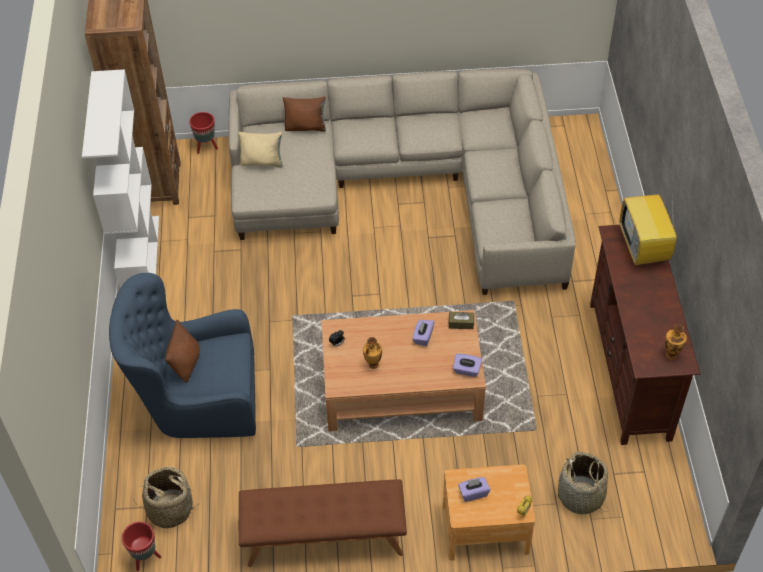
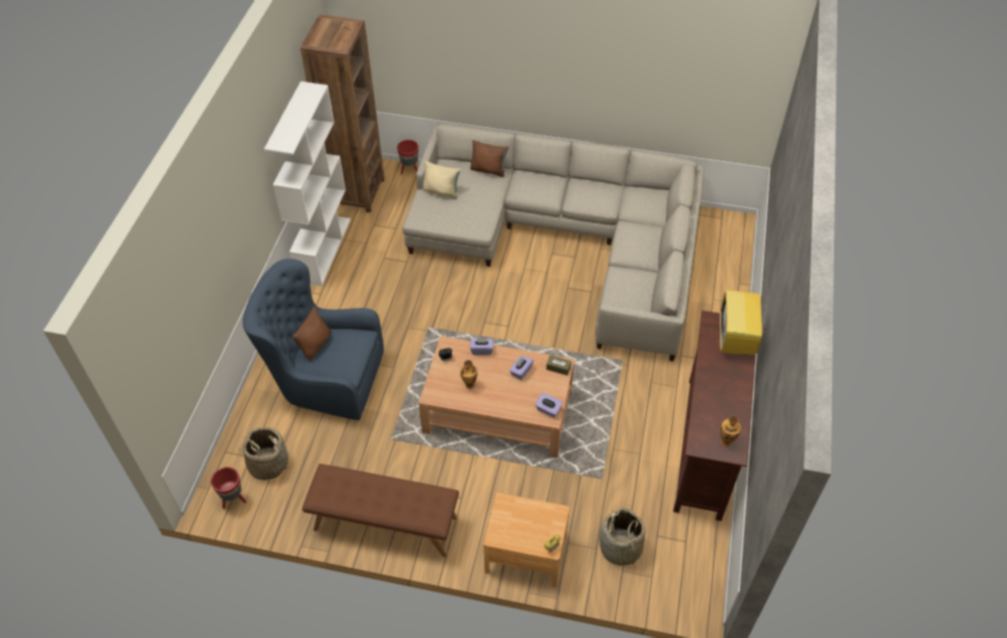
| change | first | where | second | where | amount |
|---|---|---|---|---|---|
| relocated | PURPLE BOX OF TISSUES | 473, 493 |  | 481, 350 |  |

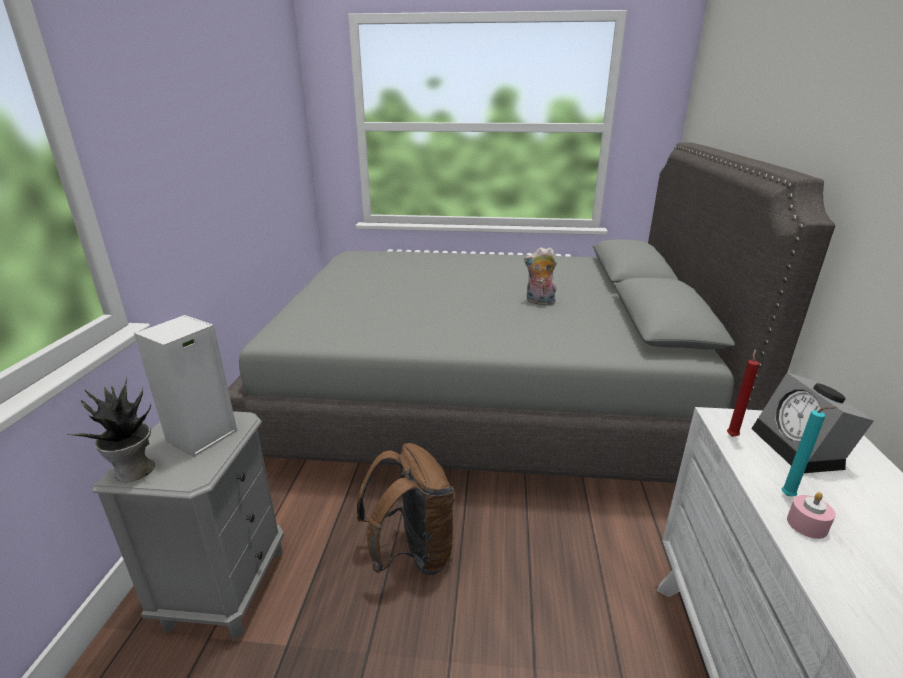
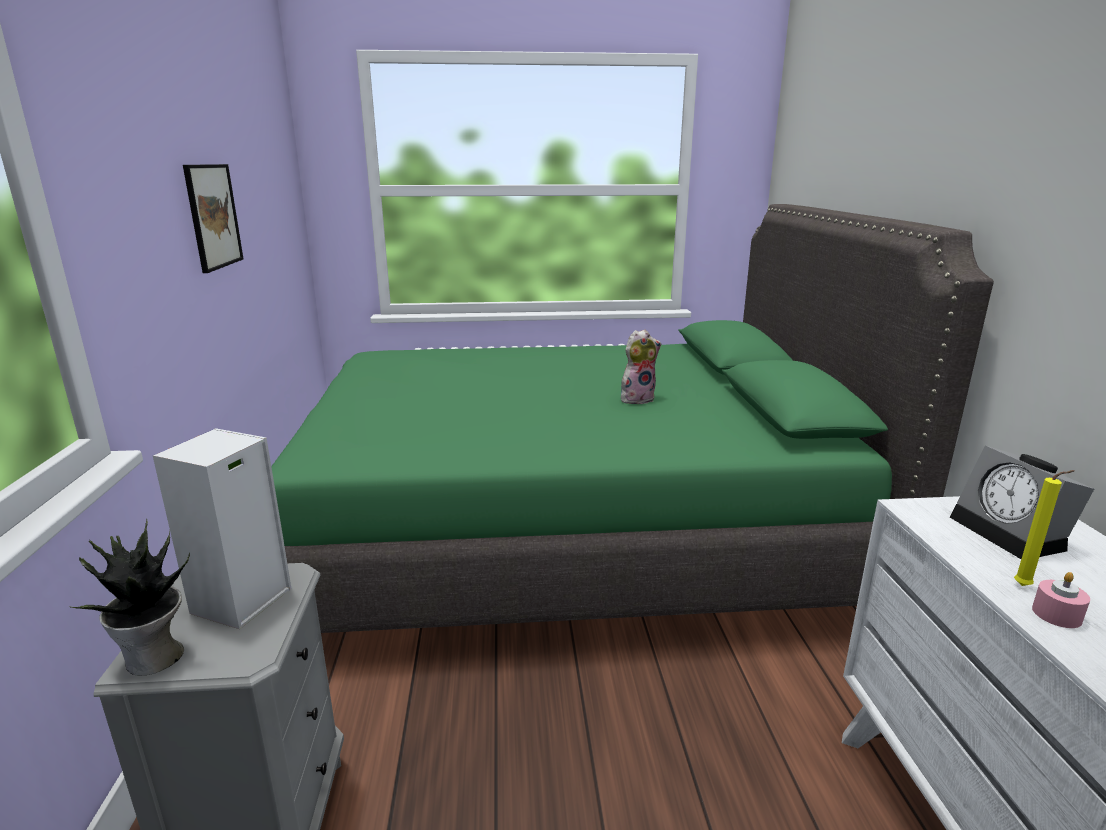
| change | first | where | second | where | amount |
|---|---|---|---|---|---|
| colour | GREYISH BEDROOM BED | 486, 400 | GREEN-COLOURED BEDROOM BED | 570, 533 |  |
| missing | BROWNISH RUCKSACK | 412, 554 |  |  |  |
| spun | CUDDLY TOY | 539, 302 |  | 637, 398 | 150 degrees clockwise |
| missing | RED-COLOURED CANDLE | 732, 435 |  |  |  |
| colour | TURQUOISE-COLOURED CANDLE | 790, 497 | YELLOW CANDLE | 1025, 586 |  |
| appeared |  |  | WALL PICTURE | 213, 216 |  |

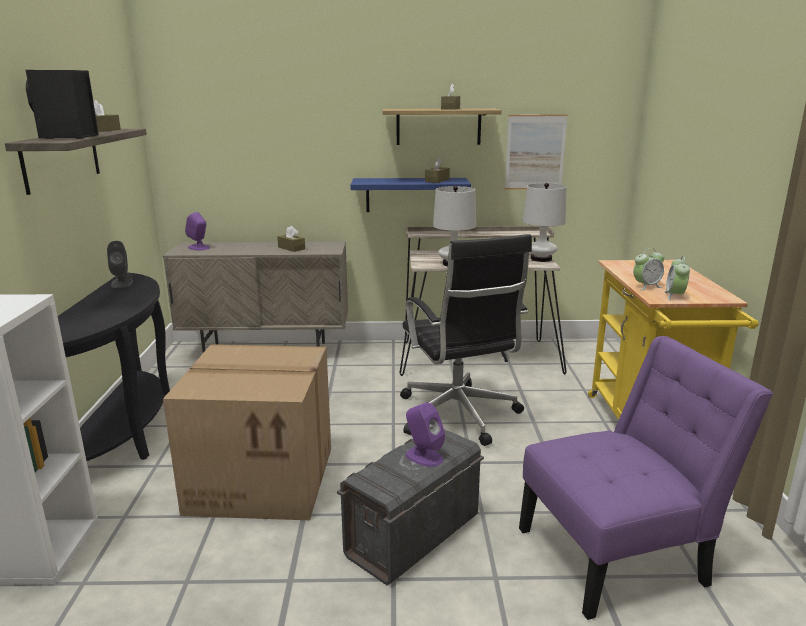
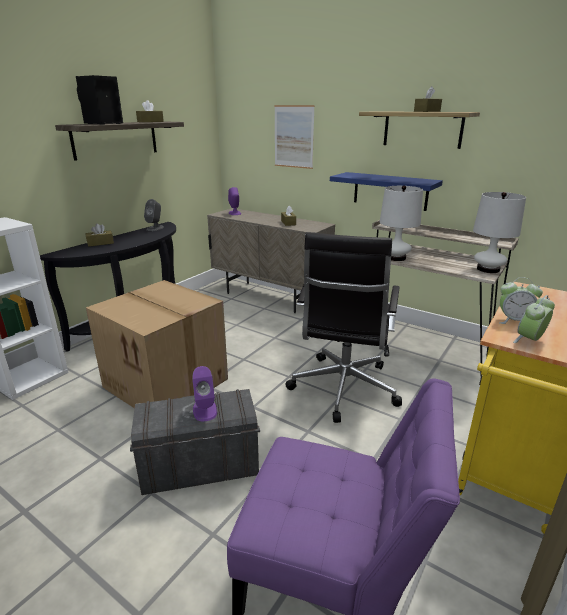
| change | first | where | second | where | amount |
|---|---|---|---|---|---|
| relocated | BROWNISH BOX OF TISSUES | 437, 180 |  | 100, 243 |  |
| relocated | WALL PICTURE | 535, 152 |  | 293, 137 |  |

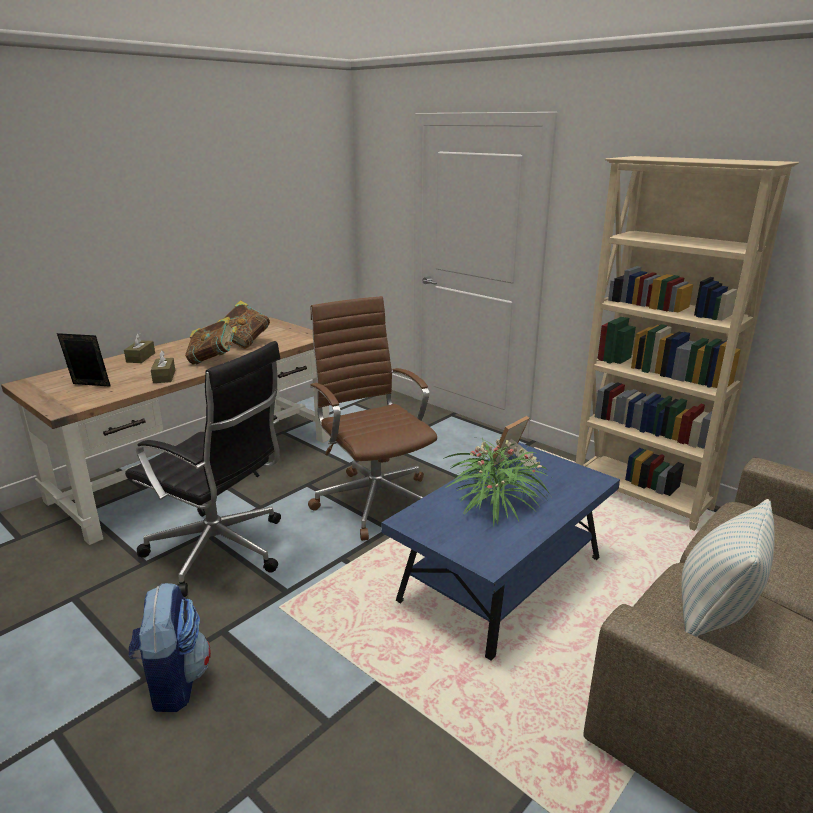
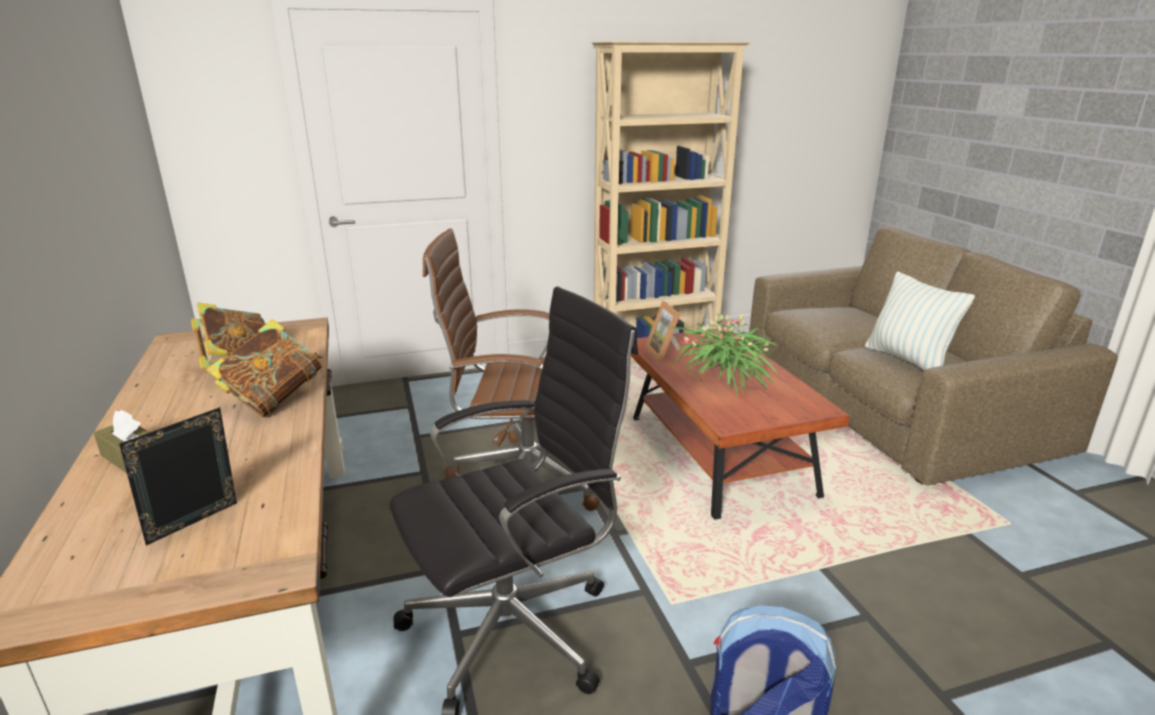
| change | first | where | second | where | amount |
|---|---|---|---|---|---|
| missing | BROWNISH BOX OF TISSUES | 164, 377 |  |  |  |
| colour | BLUISH LOUNGE TABLE | 501, 579 | BROWNISH LOUNGE TABLE | 717, 456 |  |

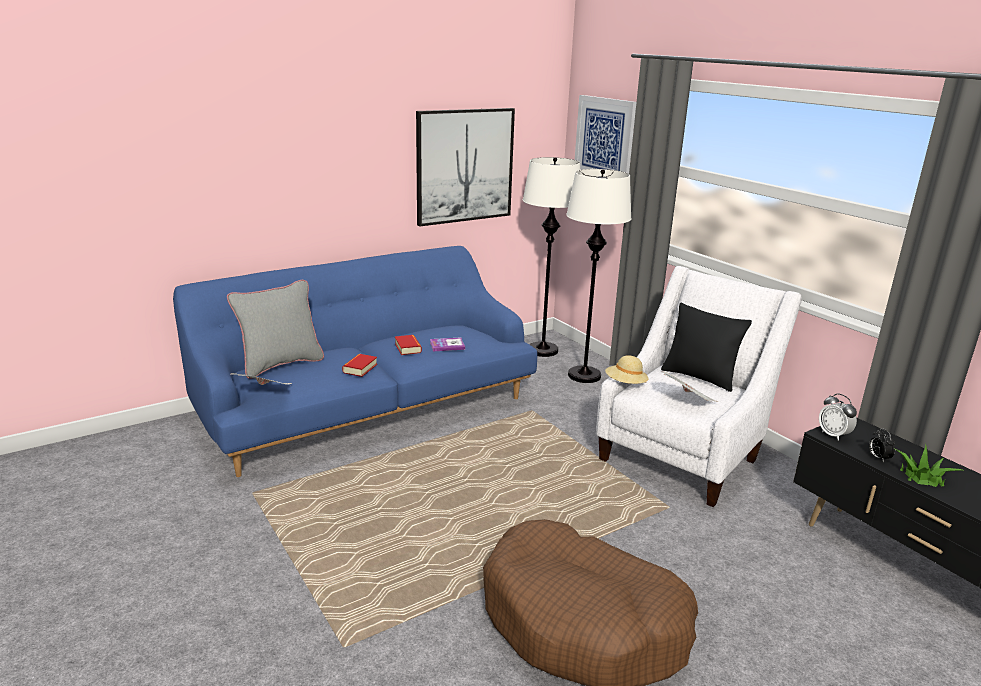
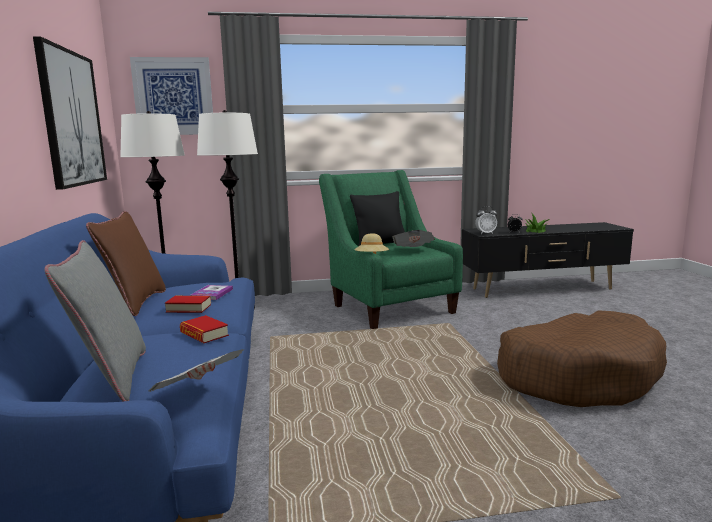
| change | first | where | second | where | amount |
|---|---|---|---|---|---|
| colour | WHITE-COLOURED EASY CHAIR | 683, 455 | GREEN-COLOURED EASY CHAIR | 389, 306 |  |
| appeared |  |  | BROWNISH PILLOW | 135, 303 |  |

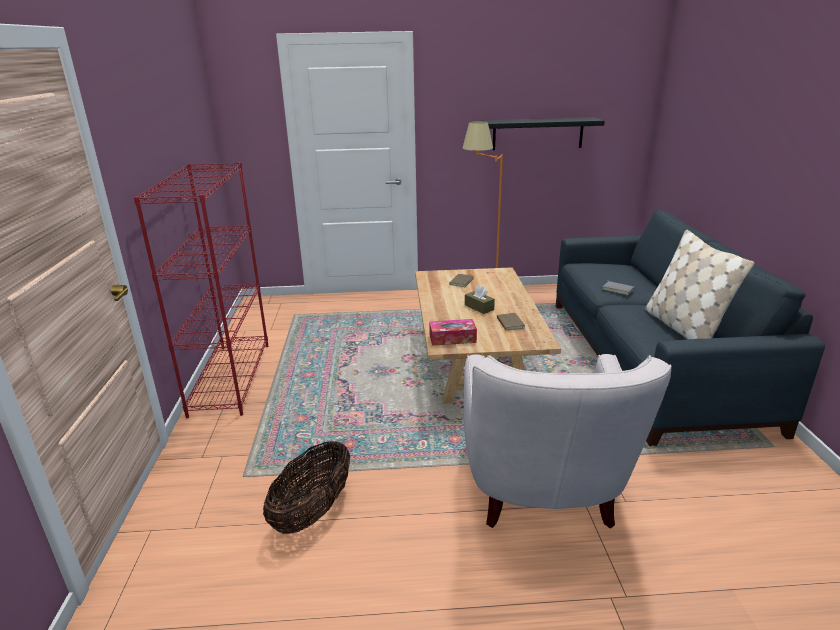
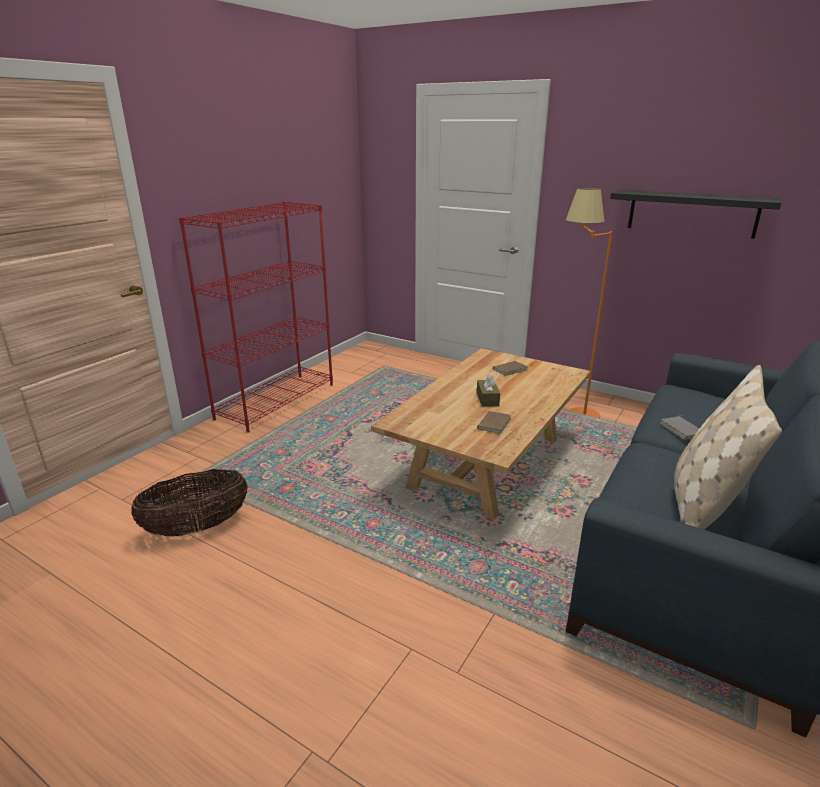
| change | first | where | second | where | amount |
|---|---|---|---|---|---|
| missing | BOX OF TISSUES | 452, 338 |  |  |  |
| missing | WHITE-COLOURED EASY CHAIR | 542, 491 |  |  |  |

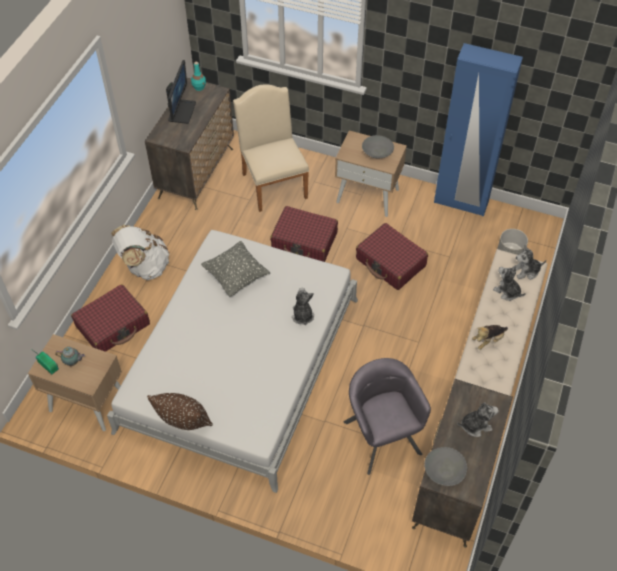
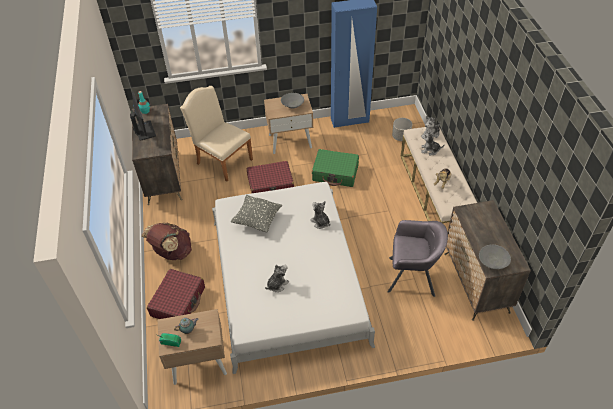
| change | first | where | second | where | amount |
|---|---|---|---|---|---|
| colour | WHITE-COLOURED RUCKSACK | 144, 267 | BROWNISH RUCKSACK | 172, 252 |  |
| missing | BROWNISH PILLOW | 183, 422 |  |  |  |
| spun | GREYISH EASY CHAIR | 382, 437 |  | 412, 276 | 150 degrees clockwise |
| colour | RED-COLOURED TRAVEL CASE | 390, 263 | GREEN-COLOURED TRAVEL CASE | 335, 173 |  |
| relocated | CUDDLY TOY | 475, 425 |  | 277, 284 |  |

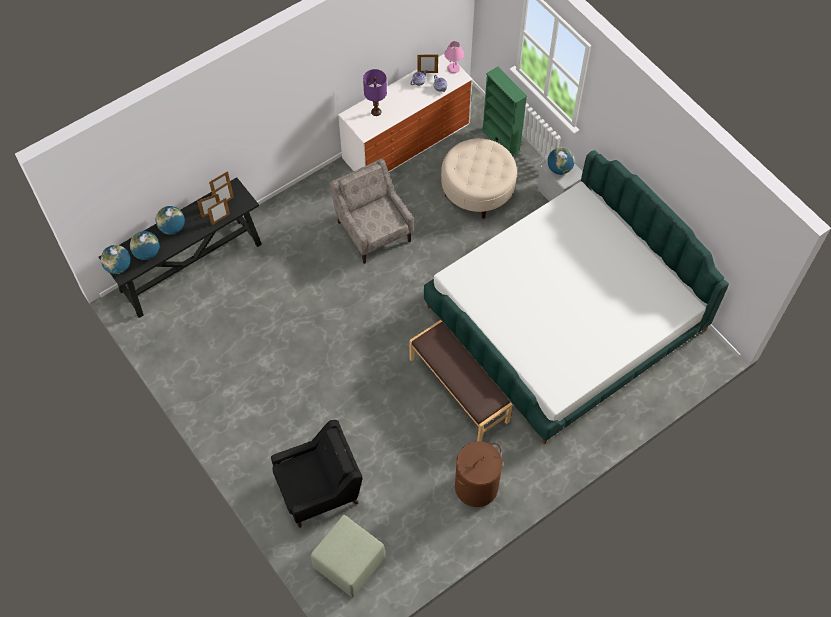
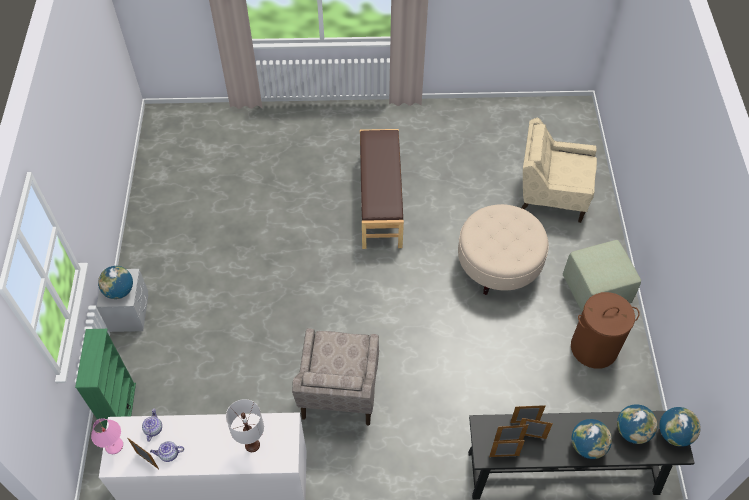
| change | first | where | second | where | amount |
|---|---|---|---|---|---|
| colour | BLACKISH EASY CHAIR | 319, 489 | SAND-COLOURED EASY CHAIR | 551, 194 |  |
| relocated | GREEN-COLOURED POUFFE | 349, 563 |  | 596, 289 |  |
| colour | PURPLE TABLE LAMP | 376, 112 | WHITE-COLOURED TABLE LAMP | 252, 444 |  |
| missing | BEDROOM BED | 564, 318 |  |  |  |
| relocated | SAND-COLOURED POUFFE | 477, 191 |  | 499, 265 |  |
| relocated | BROWNISH WASHING BASKET | 476, 486 |  | 594, 348 |  |

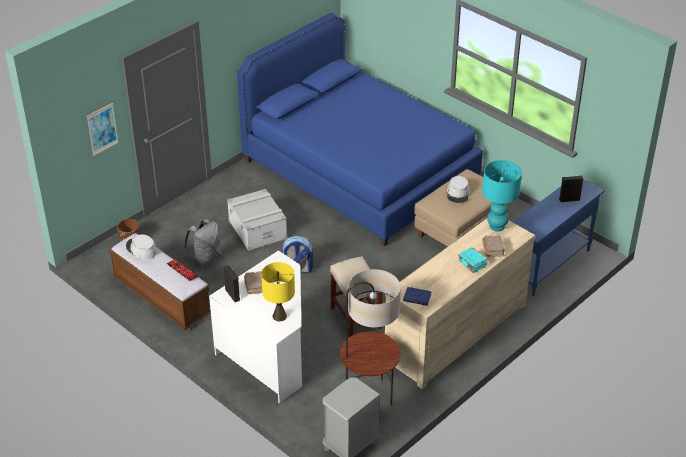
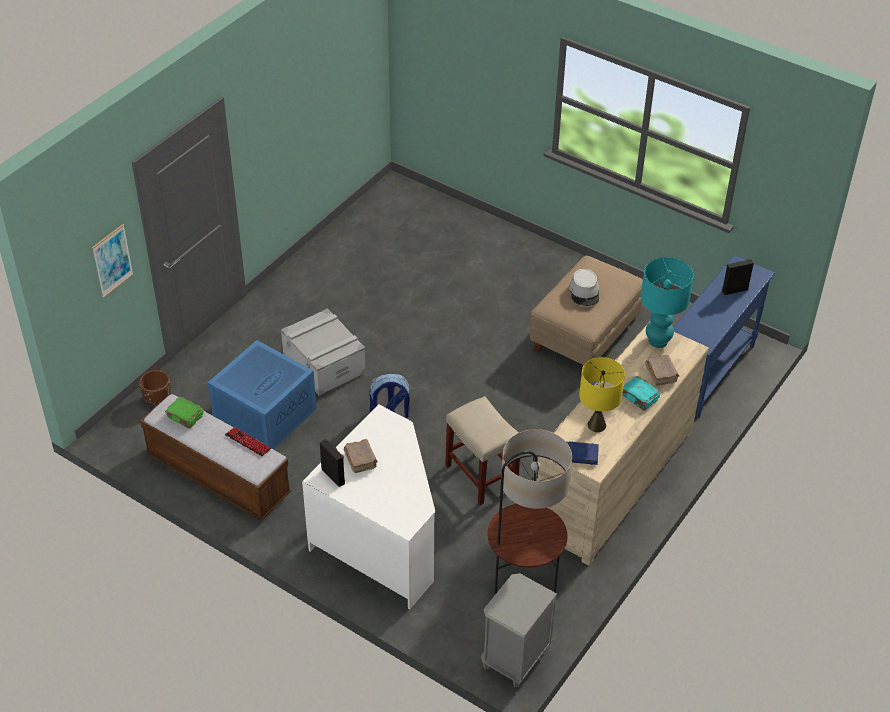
| change | first | where | second | where | amount |
|---|---|---|---|---|---|
| exchanged | GREYISH WEARABLE HAT | 141, 249 | GREEN-COLOURED BOUND BOOK | 185, 417 |  |
| exchanged | GREYISH RUCKSACK | 205, 258 | BLUISH STORAGE BOX | 265, 413 |  |
| missing | BLUISH BEDROOM BED | 359, 171 |  |  |  |
| relocated | YELLOW TABLE LAMP | 279, 316 |  | 596, 425 |  |

